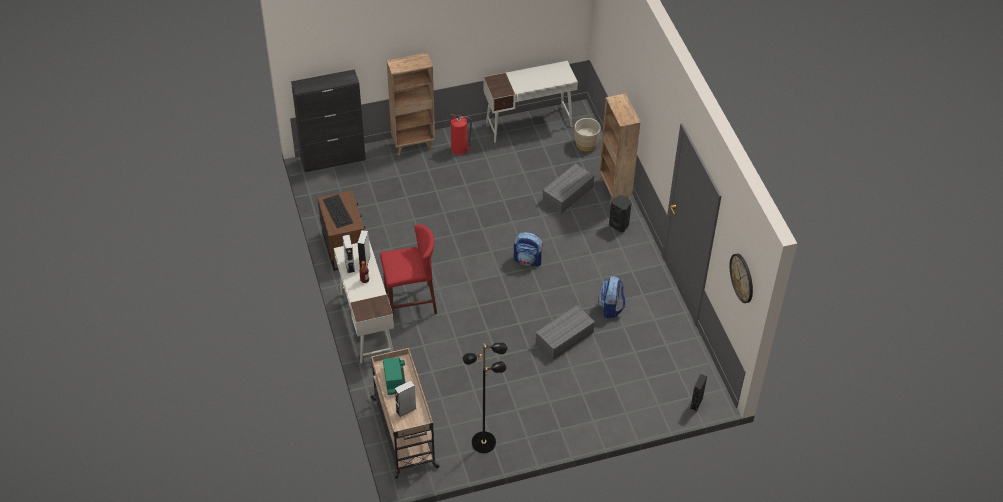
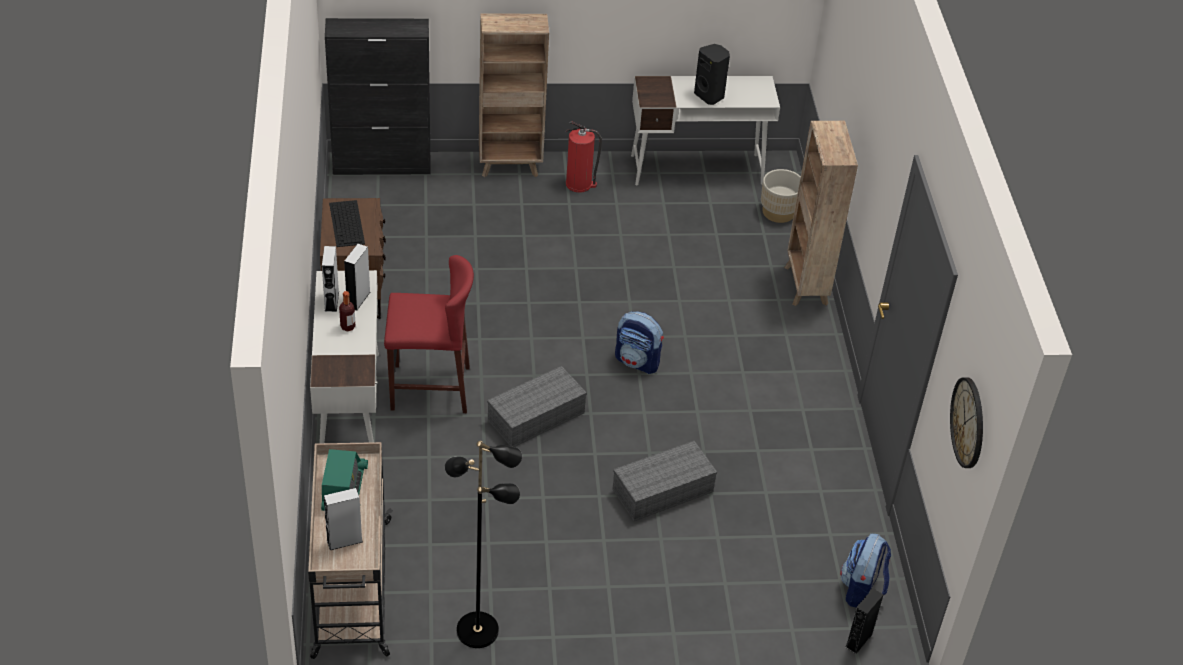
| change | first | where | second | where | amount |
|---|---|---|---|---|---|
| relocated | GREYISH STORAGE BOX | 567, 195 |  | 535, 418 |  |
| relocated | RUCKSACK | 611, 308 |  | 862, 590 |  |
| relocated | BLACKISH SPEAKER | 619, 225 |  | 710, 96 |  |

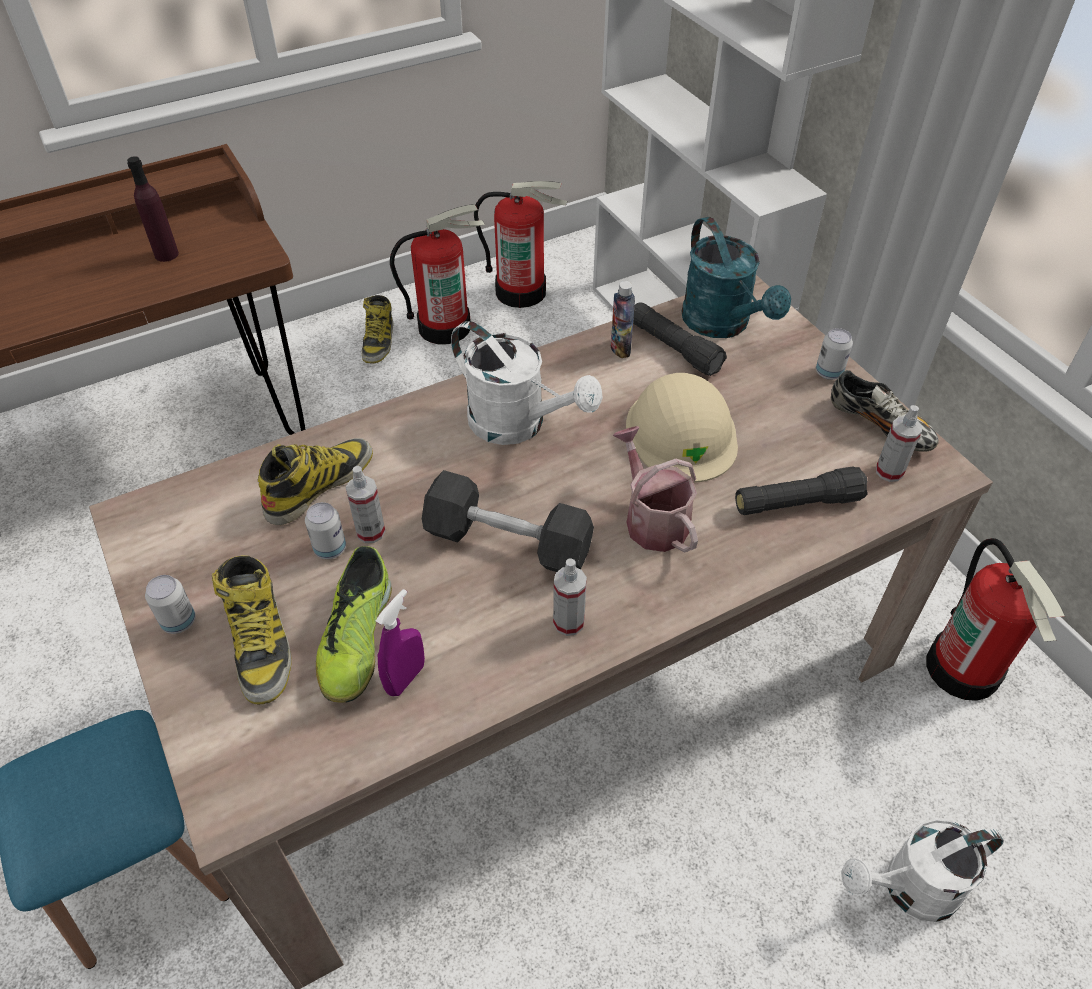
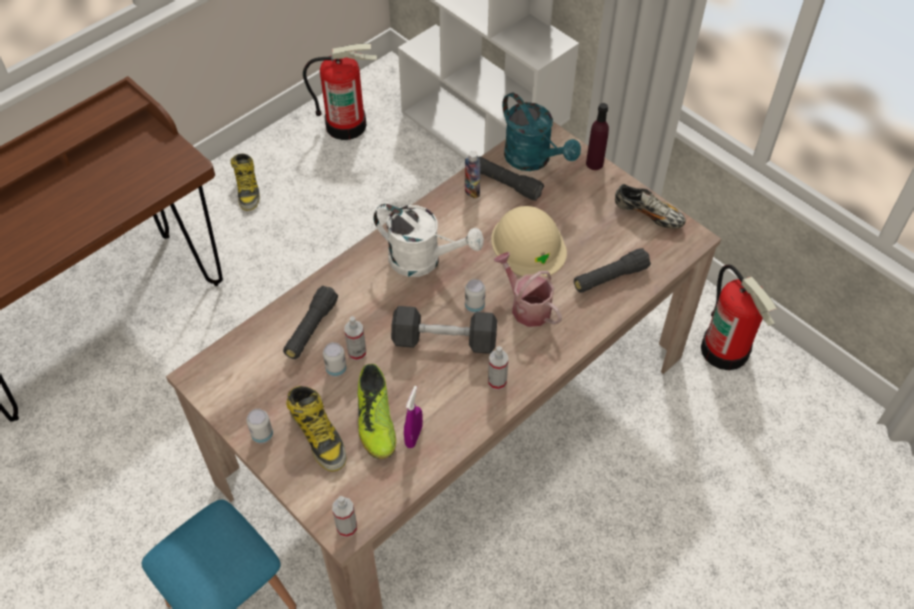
| change | first | where | second | where | amount |
|---|---|---|---|---|---|
| relocated | PURPLE BEVERAGE BOTTLE | 166, 254 |  | 594, 163 |  |
| exchanged | HIGH-TOP BOOT | 319, 484 | BLACKISH HAND TORCH | 311, 329 |  |
| missing | FIRE EXTINGUISHER | 444, 326 |  |  |  |
| relocated | CAN | 828, 373 |  | 474, 306 |  |
| missing | WHITE-COLOURED WATERING CAN | 909, 889 |  |  |  |
| relocated | HAND SPRAYER | 889, 471 |  | 347, 527 |  |

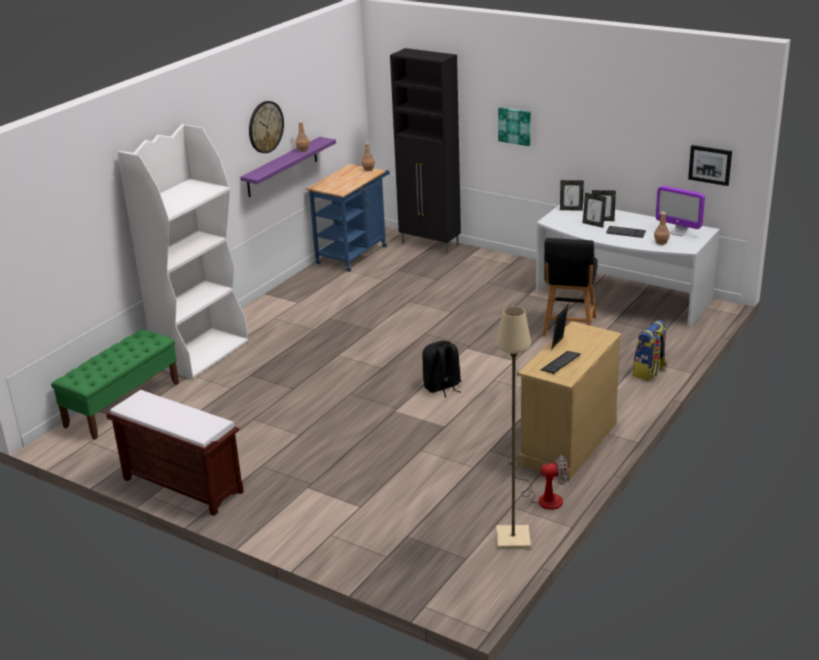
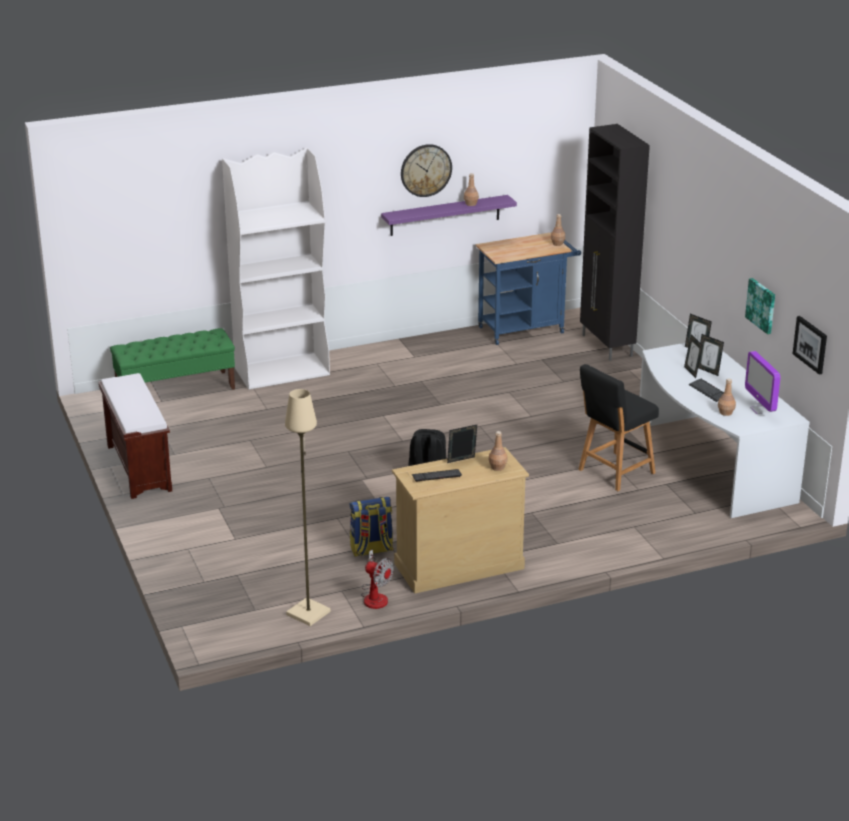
| change | first | where | second | where | amount |
|---|---|---|---|---|---|
| relocated | WALL PICTURE | 515, 126 |  | 762, 305 |  |
| relocated | RUCKSACK | 649, 372 |  | 371, 550 |  |
| appeared |  |  | BROWNISH BEVERAGE BOTTLE | 497, 467 |  |

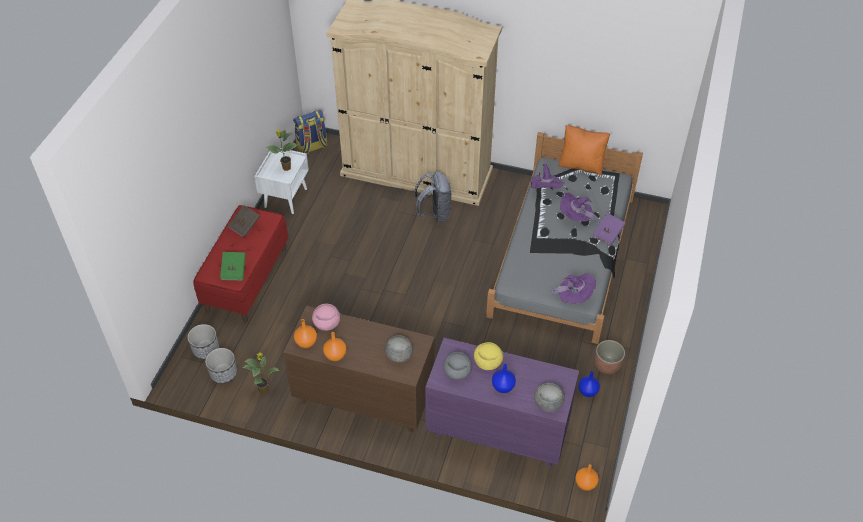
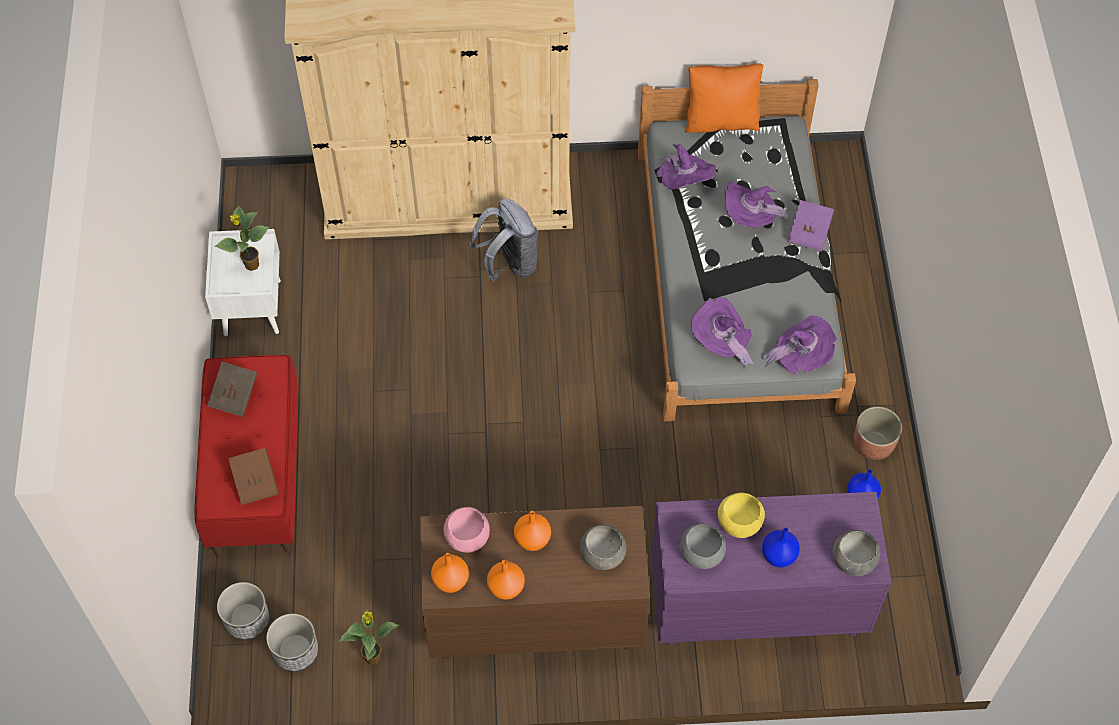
| change | first | where | second | where | amount |
|---|---|---|---|---|---|
| colour | GREEN-COLOURED BOUND BOOK | 234, 271 | BROWNISH BOUND BOOK | 255, 482 |  |
| missing | RUCKSACK | 312, 147 |  |  |  |
| relocated | ORANGE DECORATIVE VASE | 585, 484 |  | 531, 539 |  |
| appeared |  |  | PURPLE WEARABLE HAT | 721, 342 |  |

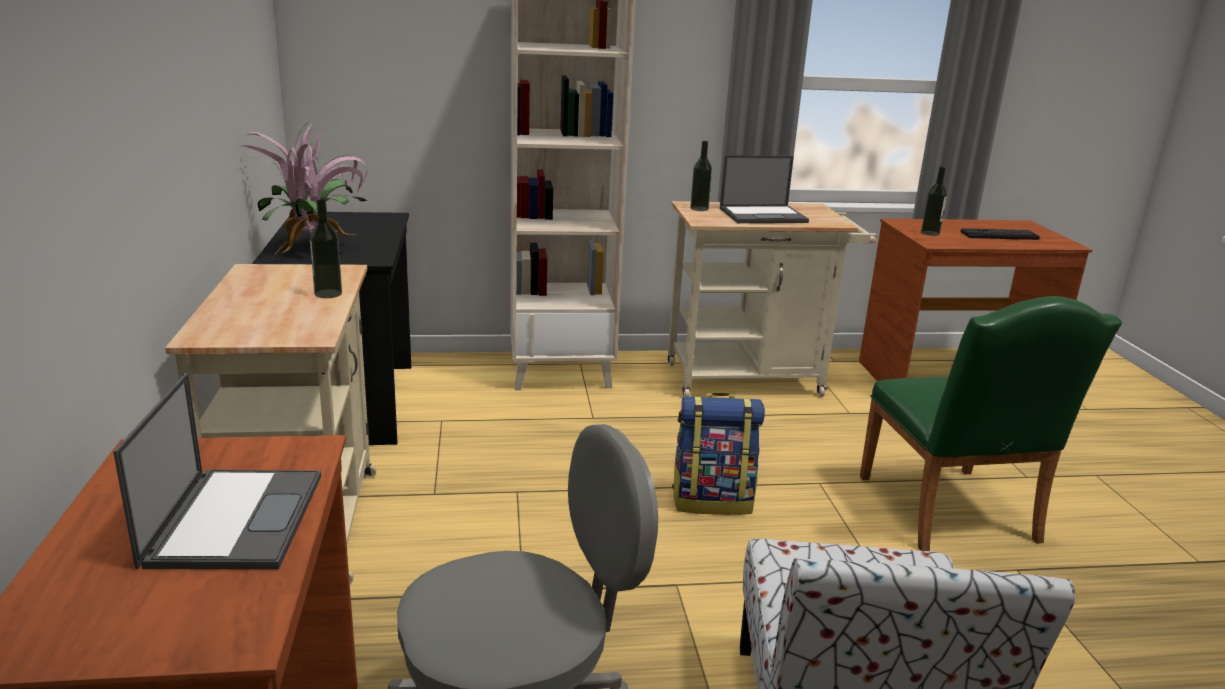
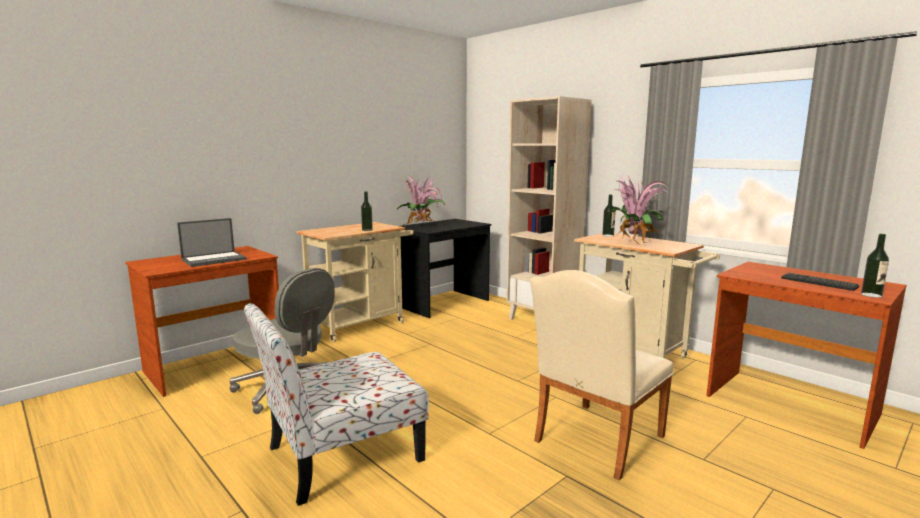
| change | first | where | second | where | amount |
|---|---|---|---|---|---|
| missing | RUCKSACK | 712, 500 |  |  |  |
| exchanged | LAPTOP | 763, 215 | PLANT IN A POT | 634, 242 |  |
| colour | GREEN-COLOURED UPRIGHT CHAIR | 952, 515 | SAND-COLOURED UPRIGHT CHAIR | 594, 441 |  |
| relocated | BEVERAGE BOTTLE | 930, 233 |  | 871, 295 |  |

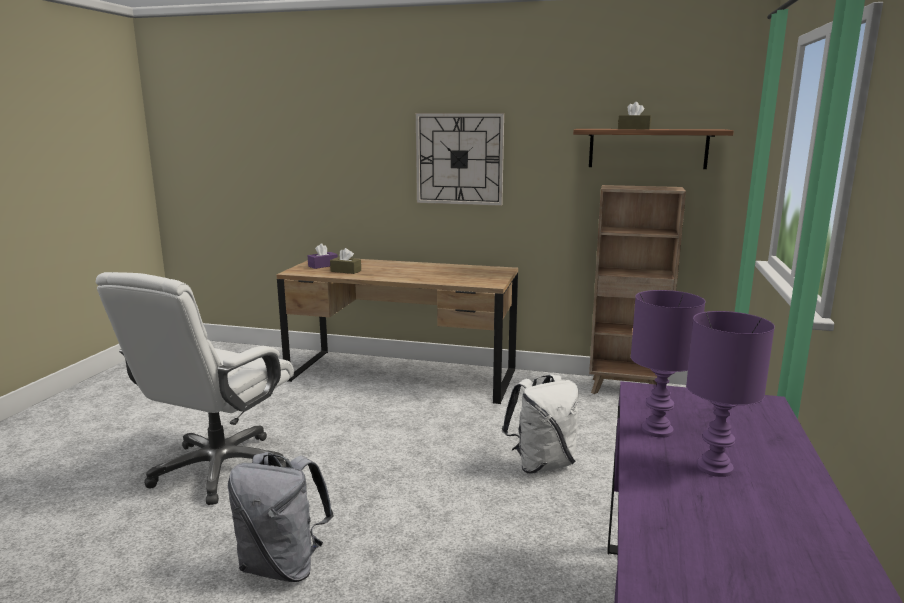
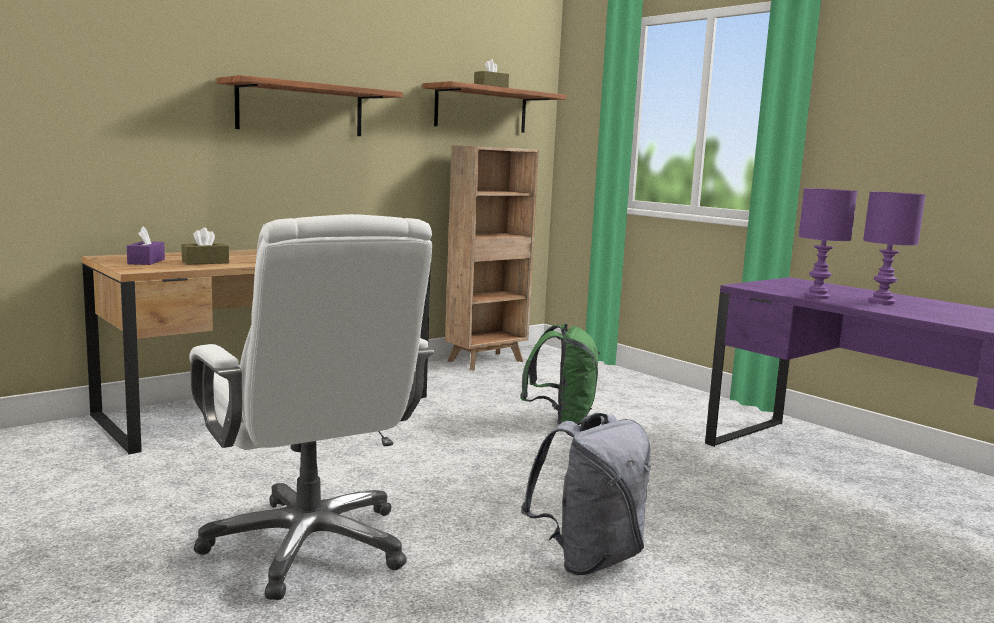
| change | first | where | second | where | amount |
|---|---|---|---|---|---|
| exchanged | WALL CLOCK | 459, 159 | SHELF | 301, 109 |  |
| colour | WHITE-COLOURED RUCKSACK | 542, 464 | GREEN-COLOURED RUCKSACK | 561, 421 |  |

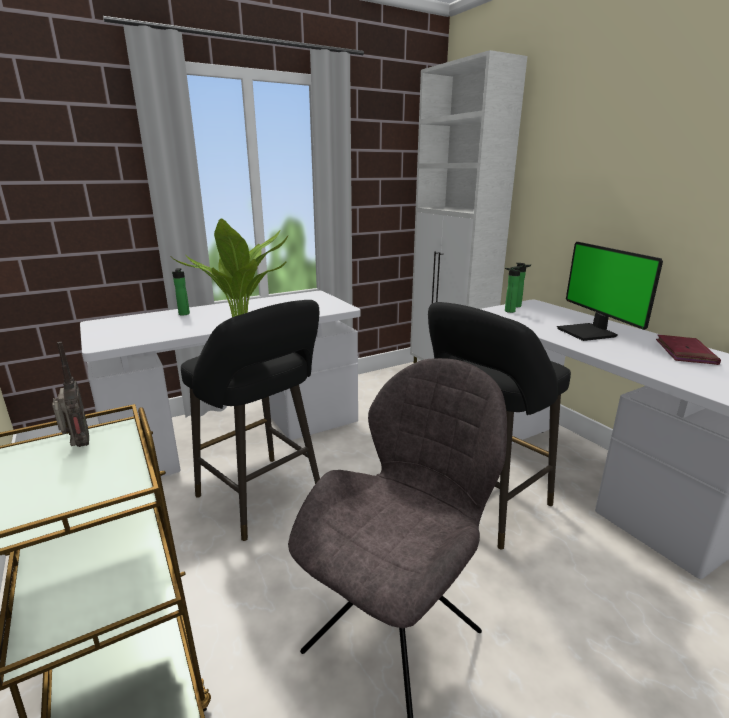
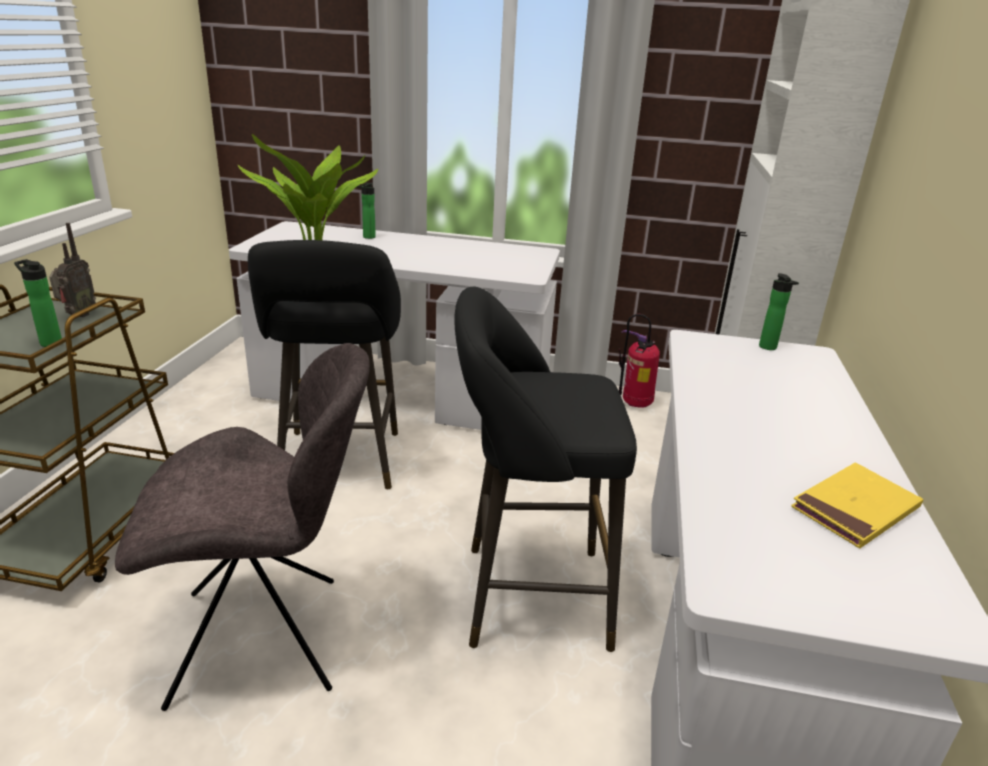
| change | first | where | second | where | amount |
|---|---|---|---|---|---|
| relocated | BEVERAGE BOTTLE | 508, 311 |  | 49, 342 |  |
| missing | COMPUTER SCREEN | 589, 333 |  |  |  |
| colour | RED-COLOURED BOUND BOOK | 685, 352 | YELLOW BOUND BOOK | 855, 509 |  |
| appeared |  |  | FIRE EXTINGUISHER | 634, 404 |  |

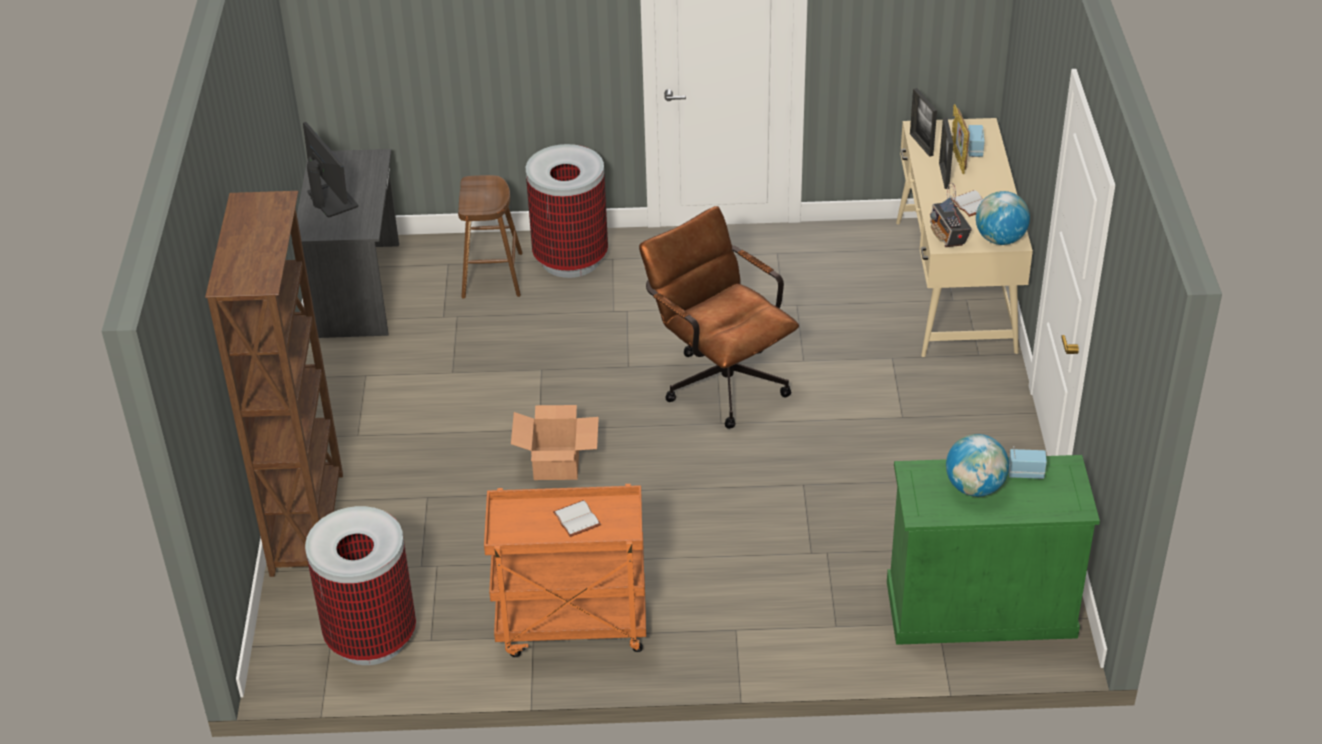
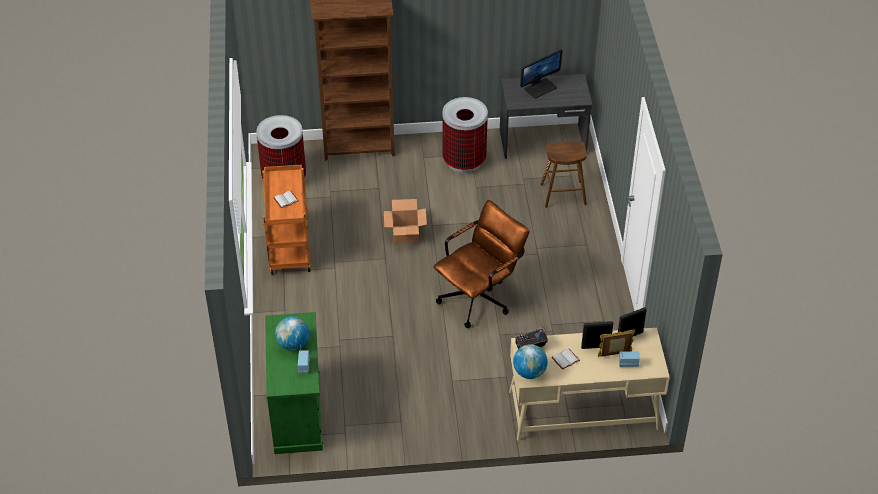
| change | first | where | second | where | amount |
|---|---|---|---|---|---|
| relocated | RUBBISH BIN | 570, 259 |  | 464, 161 |  |

